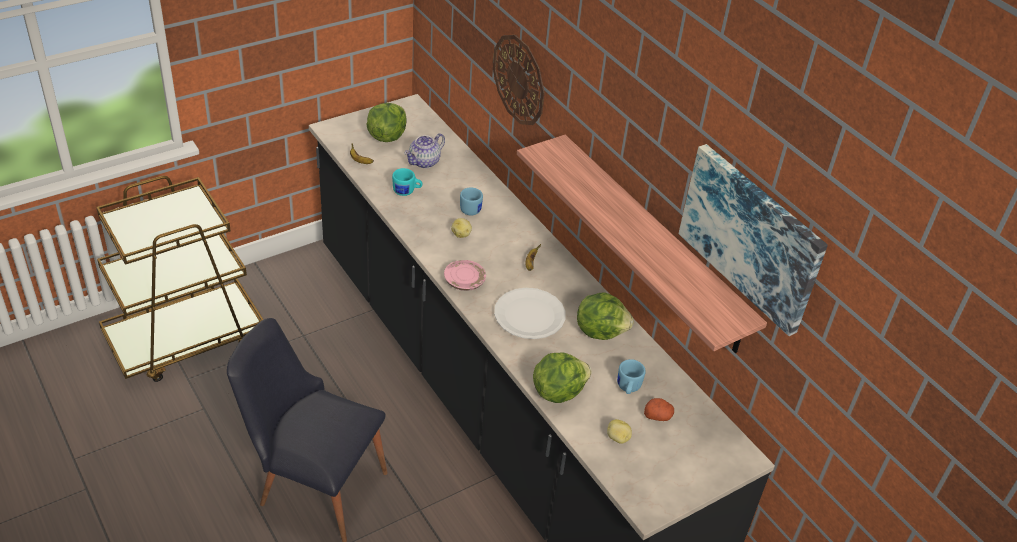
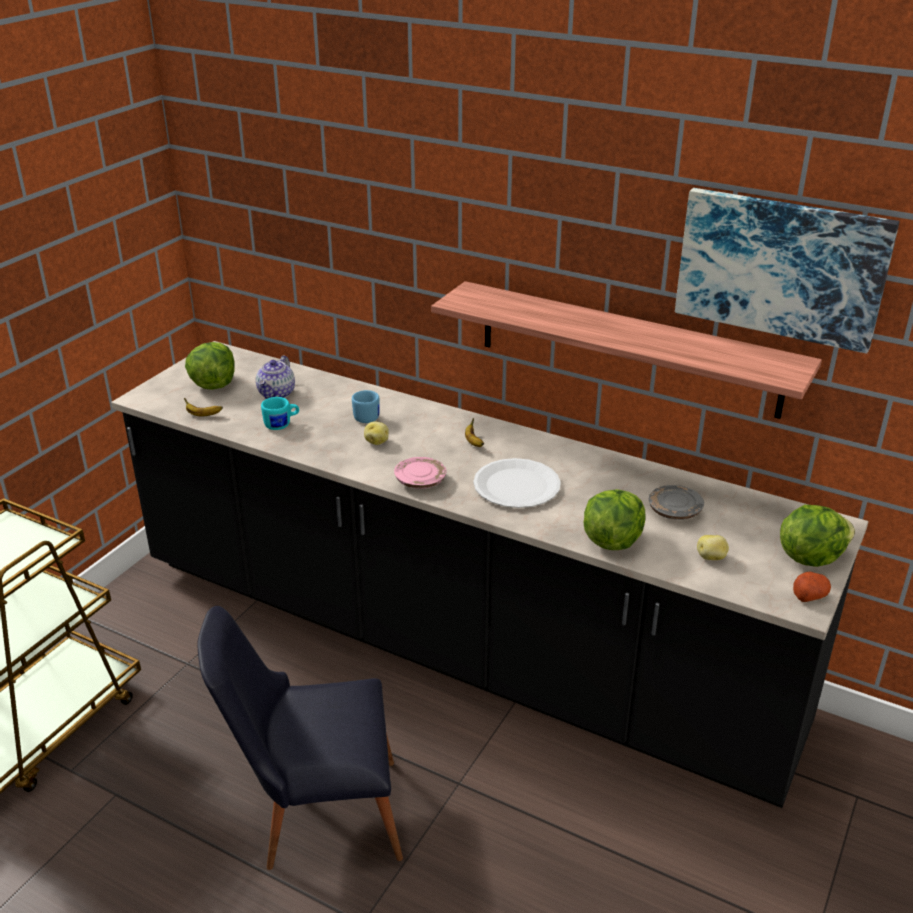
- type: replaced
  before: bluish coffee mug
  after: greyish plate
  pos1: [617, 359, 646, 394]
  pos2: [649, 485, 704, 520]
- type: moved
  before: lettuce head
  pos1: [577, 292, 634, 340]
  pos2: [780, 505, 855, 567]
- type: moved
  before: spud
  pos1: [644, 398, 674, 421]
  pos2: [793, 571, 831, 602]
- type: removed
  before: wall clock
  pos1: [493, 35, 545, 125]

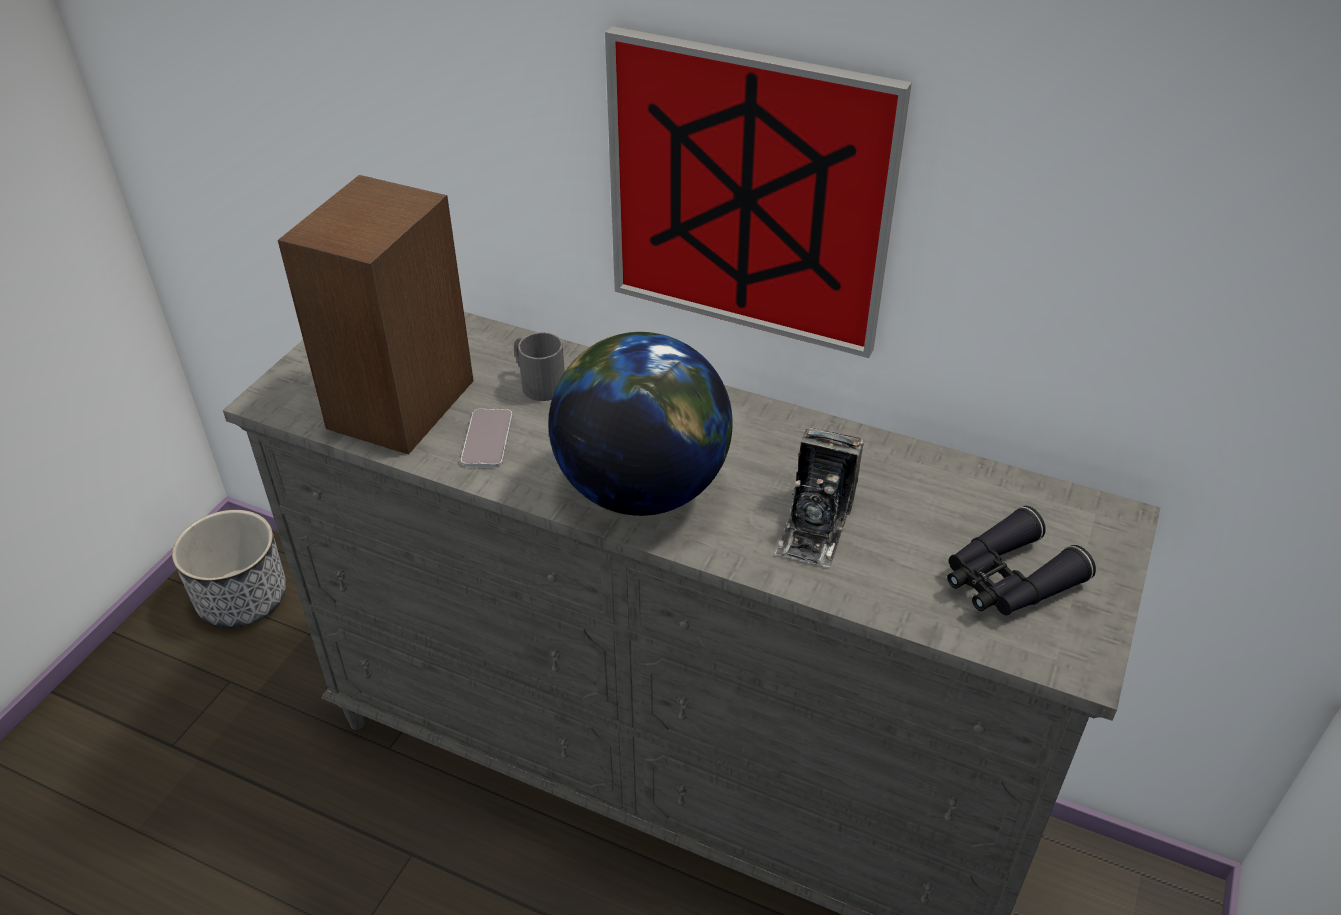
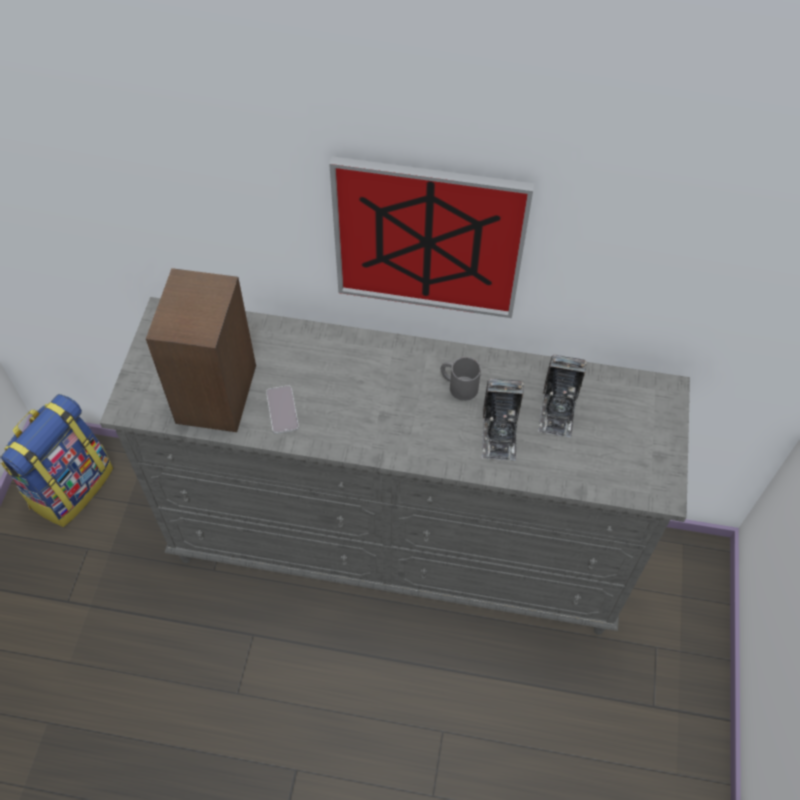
- type: replaced
  before: flower pot
  after: rucksack
  pos1: [172, 510, 286, 627]
  pos2: [1, 394, 113, 527]
- type: moved
  before: greyish coffee mug
  pos1: [514, 332, 565, 401]
  pos2: [441, 357, 481, 401]
- type: added
  after: still camera
  pos2: [538, 355, 587, 437]
- type: removed
  before: desk globe
  pos1: [548, 332, 733, 516]
- type: removed
  before: black-coloured binoculars
  pos1: [947, 506, 1096, 615]

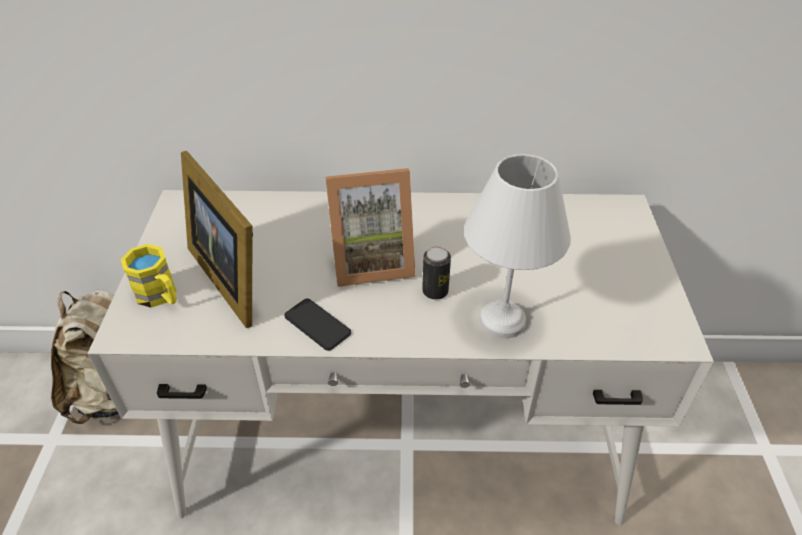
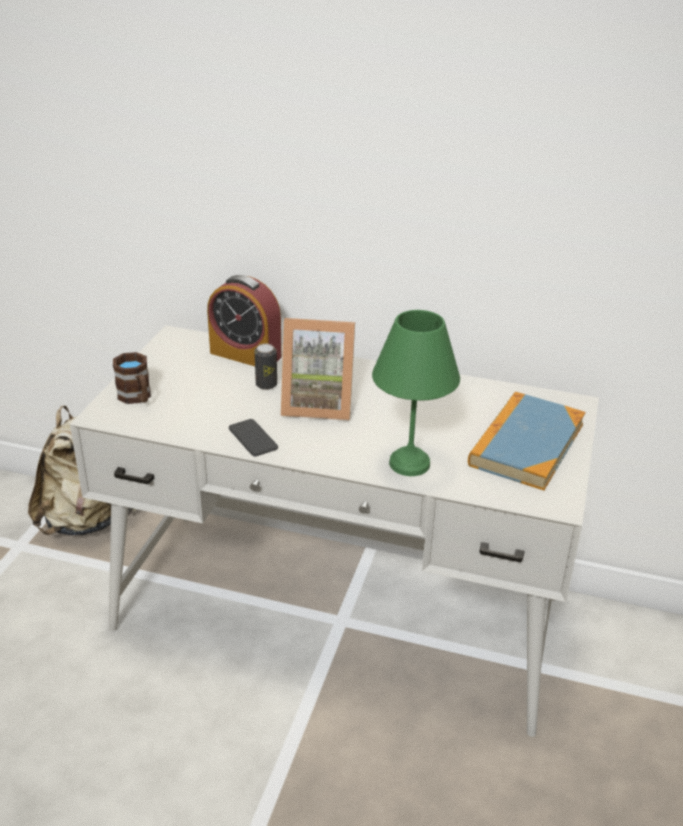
- type: recoloured
  before: yellow coffee mug
  after: brown coffee mug
  pos1: [121, 244, 177, 308]
  pos2: [113, 352, 151, 404]
- type: added
  after: bedside clock
  pos2: [207, 275, 282, 366]
- type: moved
  before: can
  pos1: [422, 246, 451, 300]
  pos2: [255, 344, 277, 390]
- type: recoloured
  before: white lamp for a table
  after: green lamp for a table
  pos1: [464, 154, 571, 338]
  pos2: [372, 310, 460, 476]
- type: added
  after: volume
  pos2: [468, 392, 585, 490]
- type: removed
  before: photo frame
  pos1: [181, 151, 253, 328]

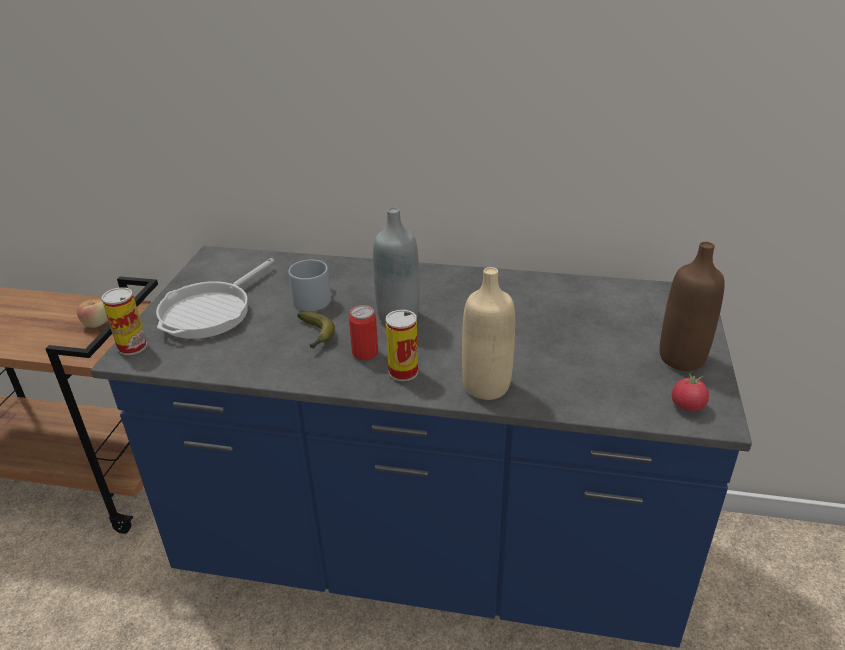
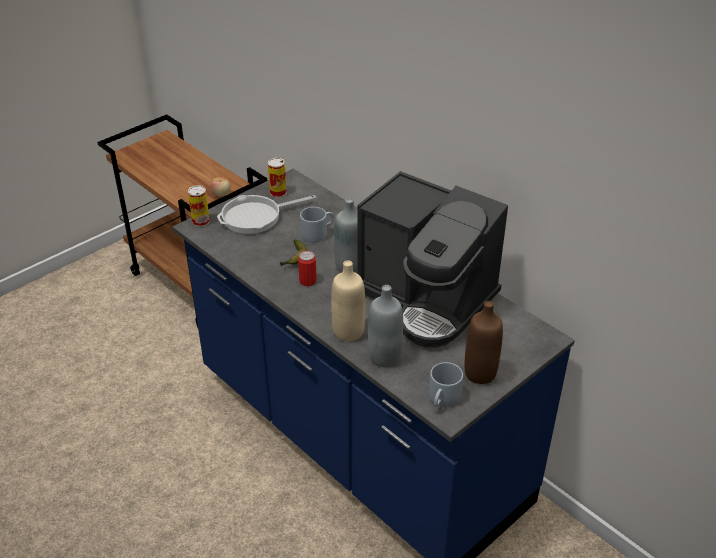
- type: moved
  before: can
  pos1: [386, 310, 418, 381]
  pos2: [268, 158, 287, 198]
- type: added
  after: coffee machine
  pos2: [358, 171, 508, 348]
- type: added
  after: greyish drink bottle
  pos2: [368, 285, 403, 367]
- type: replaced
  before: whole tomato
  after: greyish coffee mug
  pos1: [672, 372, 709, 411]
  pos2: [429, 362, 463, 407]

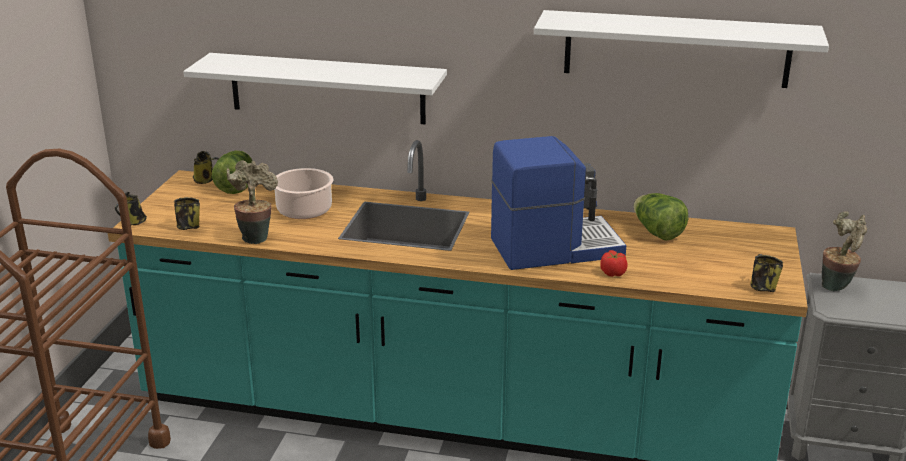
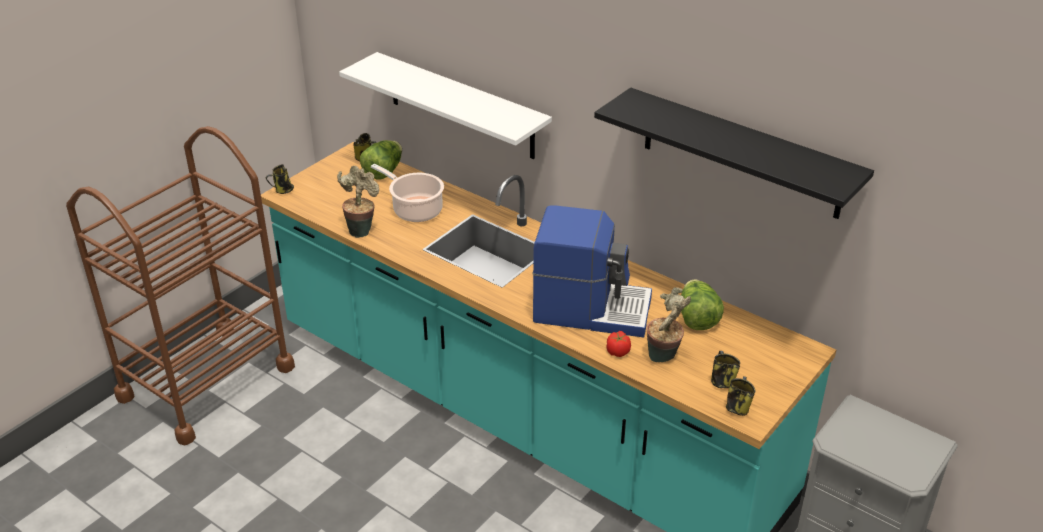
- type: recoloured
  before: white bracket shelf
  after: black-coloured bracket shelf
  pos1: [534, 10, 829, 88]
  pos2: [594, 88, 874, 219]
- type: moved
  before: potted plant
  pos1: [822, 211, 867, 291]
  pos2: [647, 287, 691, 362]
- type: moved
  before: coffee mug
  pos1: [174, 197, 200, 230]
  pos2: [711, 351, 740, 388]

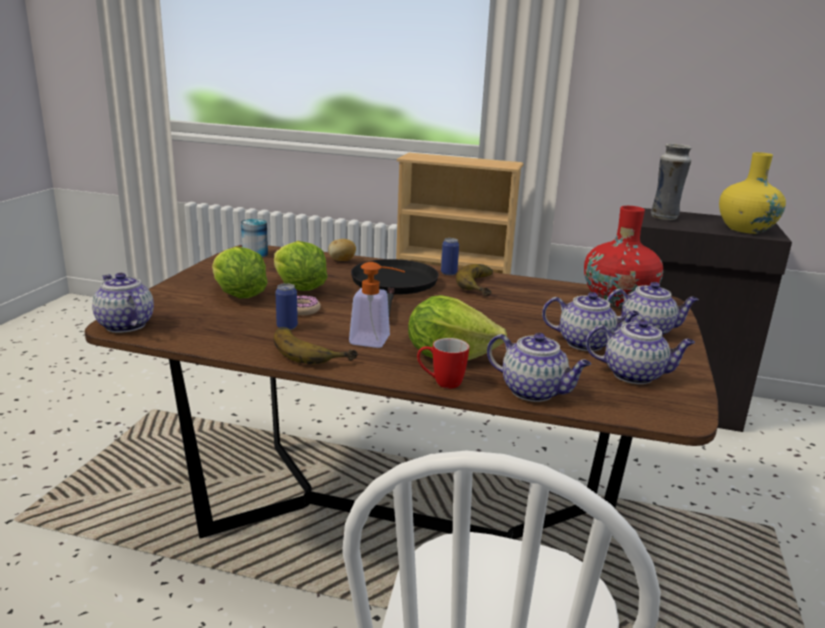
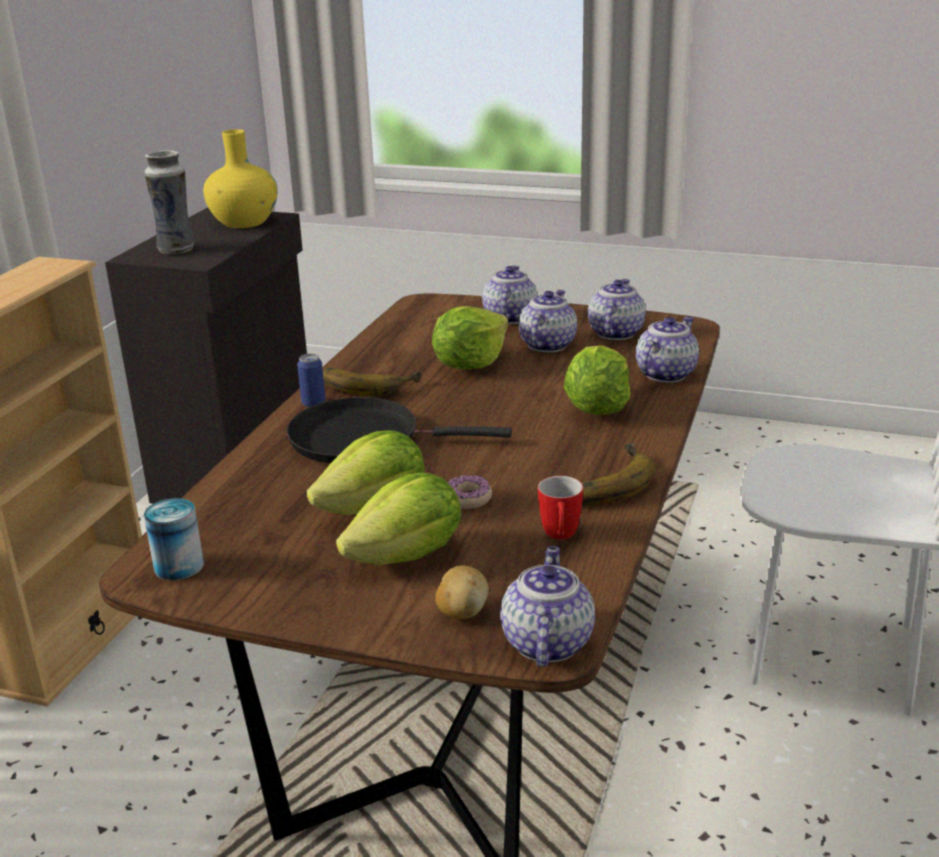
- type: added
  after: lettuce head
  pos2: [432, 306, 508, 370]
- type: moved
  before: spud
  pos1: [328, 239, 356, 261]
  pos2: [435, 566, 489, 619]
- type: turned
  before: tea pot
  pos1: [92, 273, 154, 333]
  pos2: [500, 546, 595, 667]
  turn: 135
- type: moved
  before: coffee mug
  pos1: [417, 338, 469, 389]
  pos2: [538, 476, 583, 539]
- type: removed
  before: can
  pos1: [275, 283, 298, 330]
- type: removed
  before: liquid soap bottle
  pos1: [349, 262, 405, 348]
- type: removed
  before: reddish flower vase
  pos1: [584, 206, 663, 308]

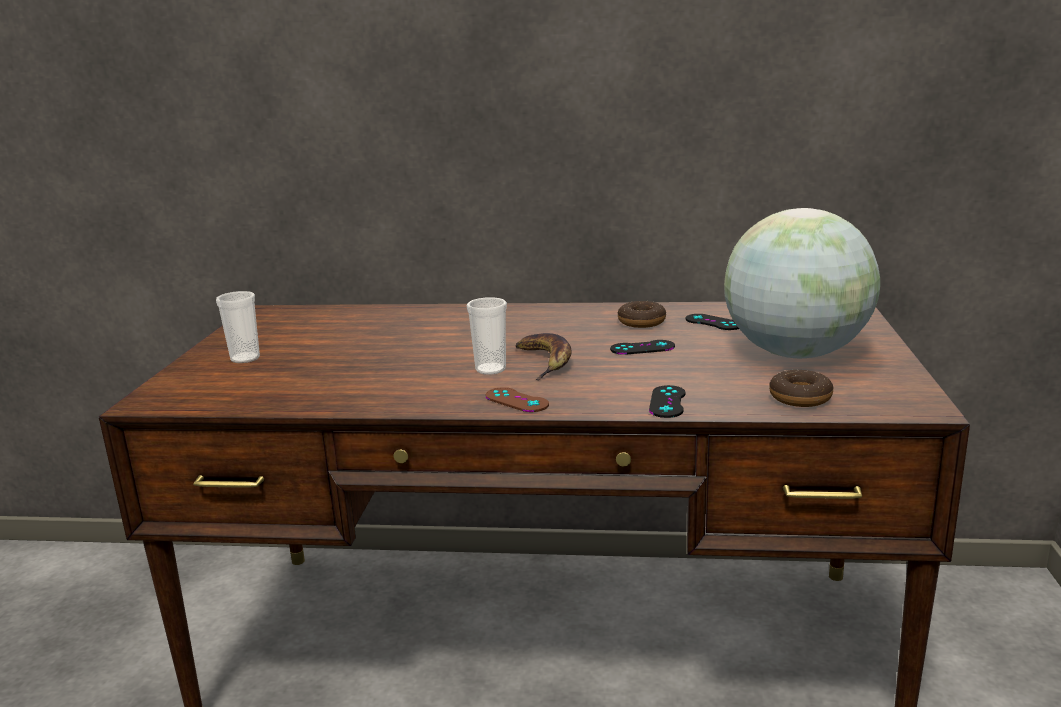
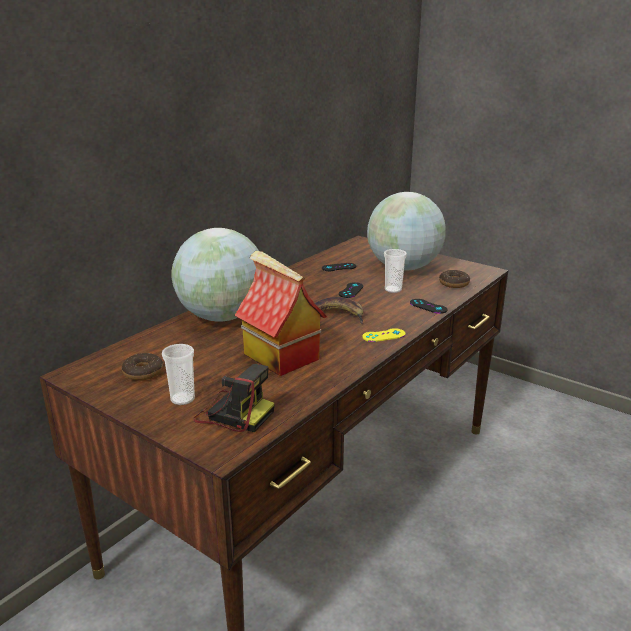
- type: moved
  before: donut
  pos1: [618, 301, 666, 328]
  pos2: [122, 353, 163, 380]
- type: added
  after: desk globe
  pos2: [172, 228, 259, 322]
- type: added
  after: still camera
  pos2: [193, 364, 275, 432]
- type: added
  after: model house
  pos2: [235, 251, 327, 376]
- type: recoloured
  before: brown gamepad
  after: yellow gamepad
  pos1: [485, 387, 549, 412]
  pos2: [362, 328, 405, 342]
- type: moved
  before: drinking cup
  pos1: [467, 297, 507, 375]
  pos2: [384, 249, 407, 293]

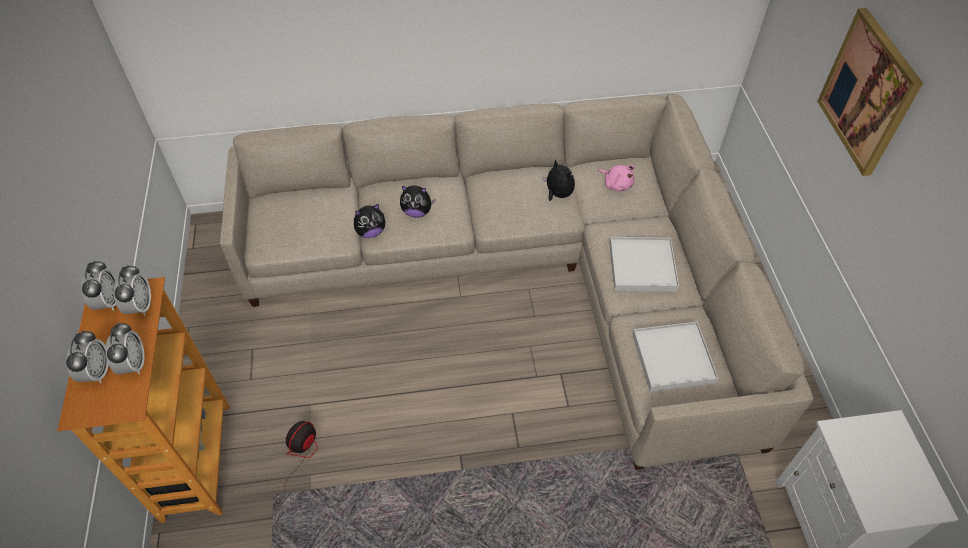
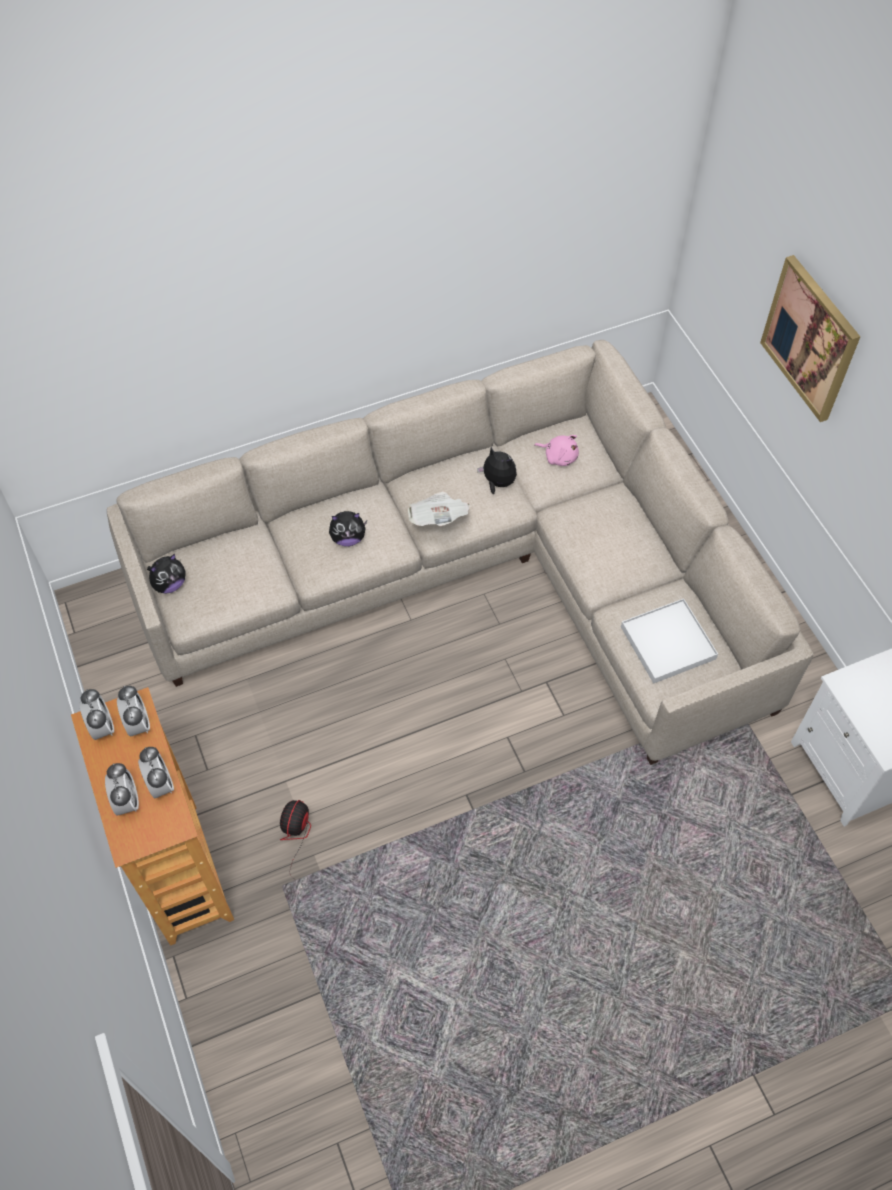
- type: moved
  before: cuddly toy
  pos1: [354, 203, 385, 238]
  pos2: [147, 554, 186, 593]
- type: added
  after: printed paper
  pos2: [408, 492, 470, 526]
- type: removed
  before: white serving tray
  pos1: [609, 237, 679, 292]

